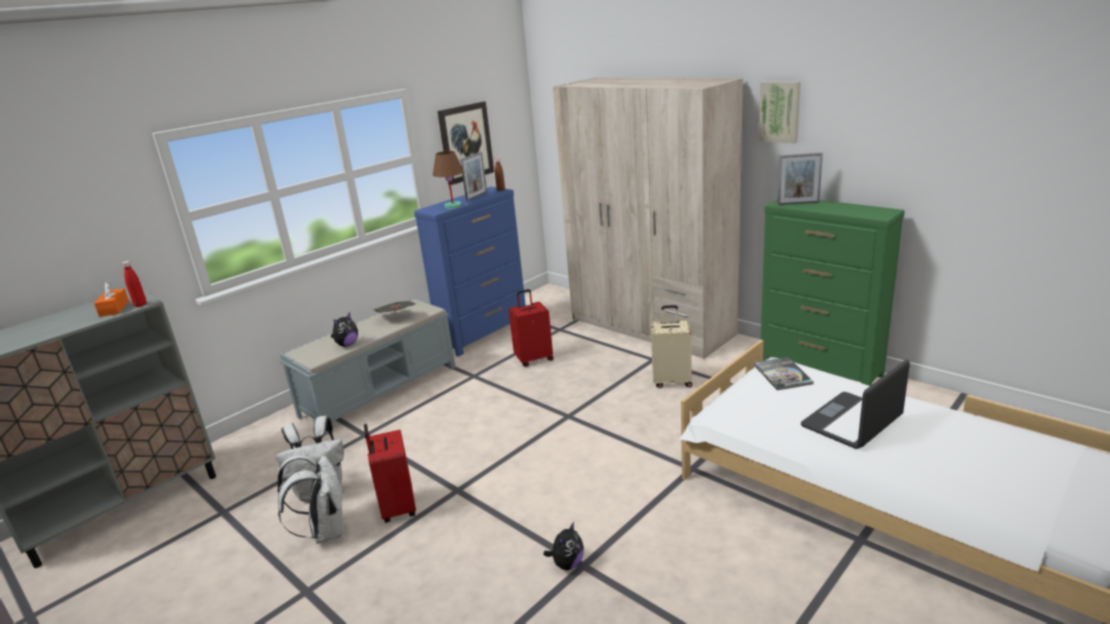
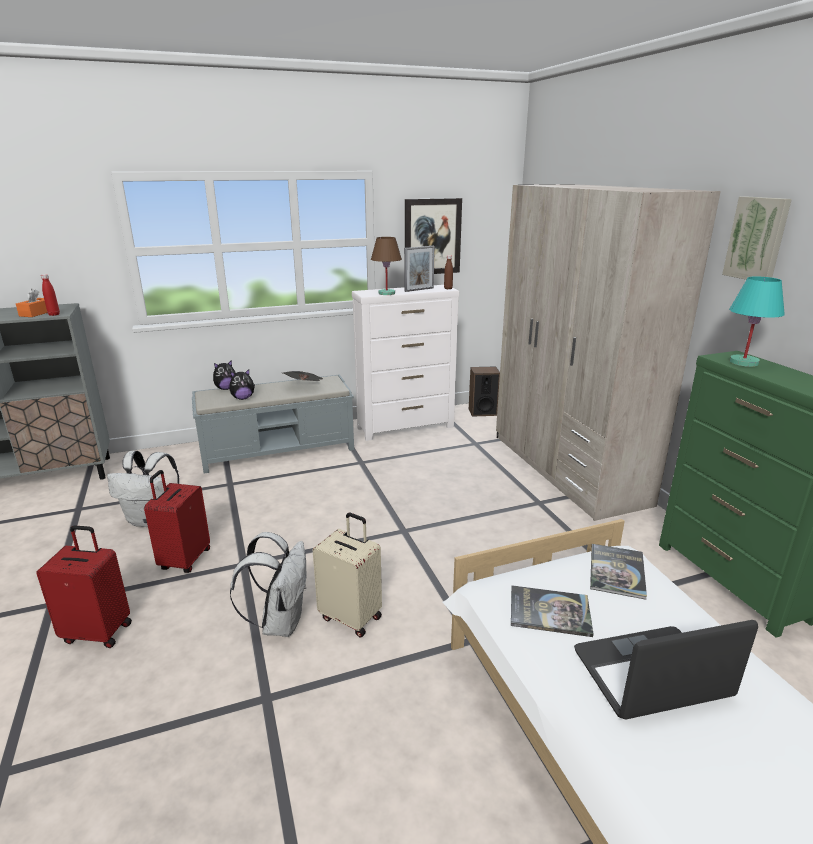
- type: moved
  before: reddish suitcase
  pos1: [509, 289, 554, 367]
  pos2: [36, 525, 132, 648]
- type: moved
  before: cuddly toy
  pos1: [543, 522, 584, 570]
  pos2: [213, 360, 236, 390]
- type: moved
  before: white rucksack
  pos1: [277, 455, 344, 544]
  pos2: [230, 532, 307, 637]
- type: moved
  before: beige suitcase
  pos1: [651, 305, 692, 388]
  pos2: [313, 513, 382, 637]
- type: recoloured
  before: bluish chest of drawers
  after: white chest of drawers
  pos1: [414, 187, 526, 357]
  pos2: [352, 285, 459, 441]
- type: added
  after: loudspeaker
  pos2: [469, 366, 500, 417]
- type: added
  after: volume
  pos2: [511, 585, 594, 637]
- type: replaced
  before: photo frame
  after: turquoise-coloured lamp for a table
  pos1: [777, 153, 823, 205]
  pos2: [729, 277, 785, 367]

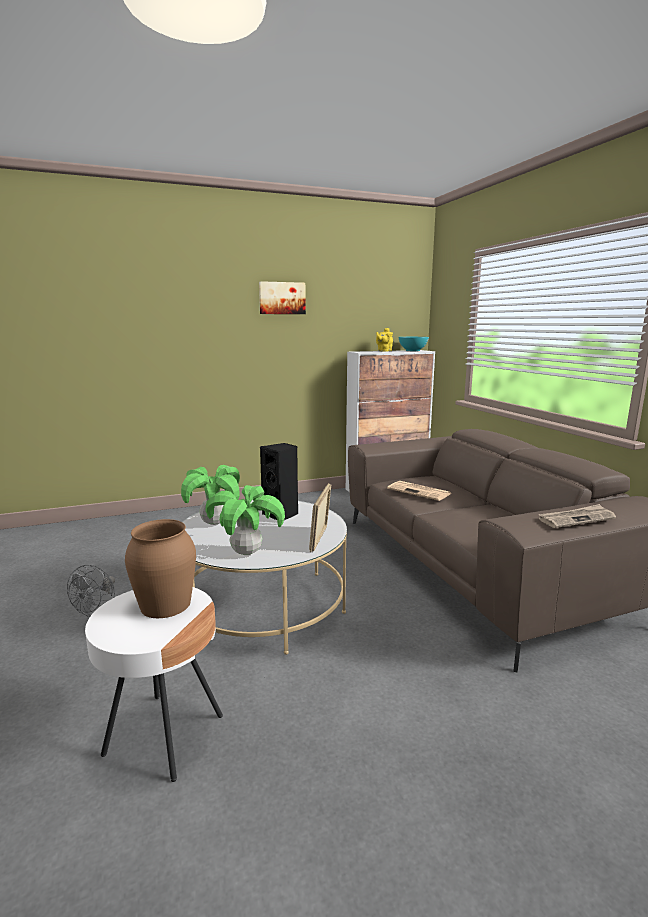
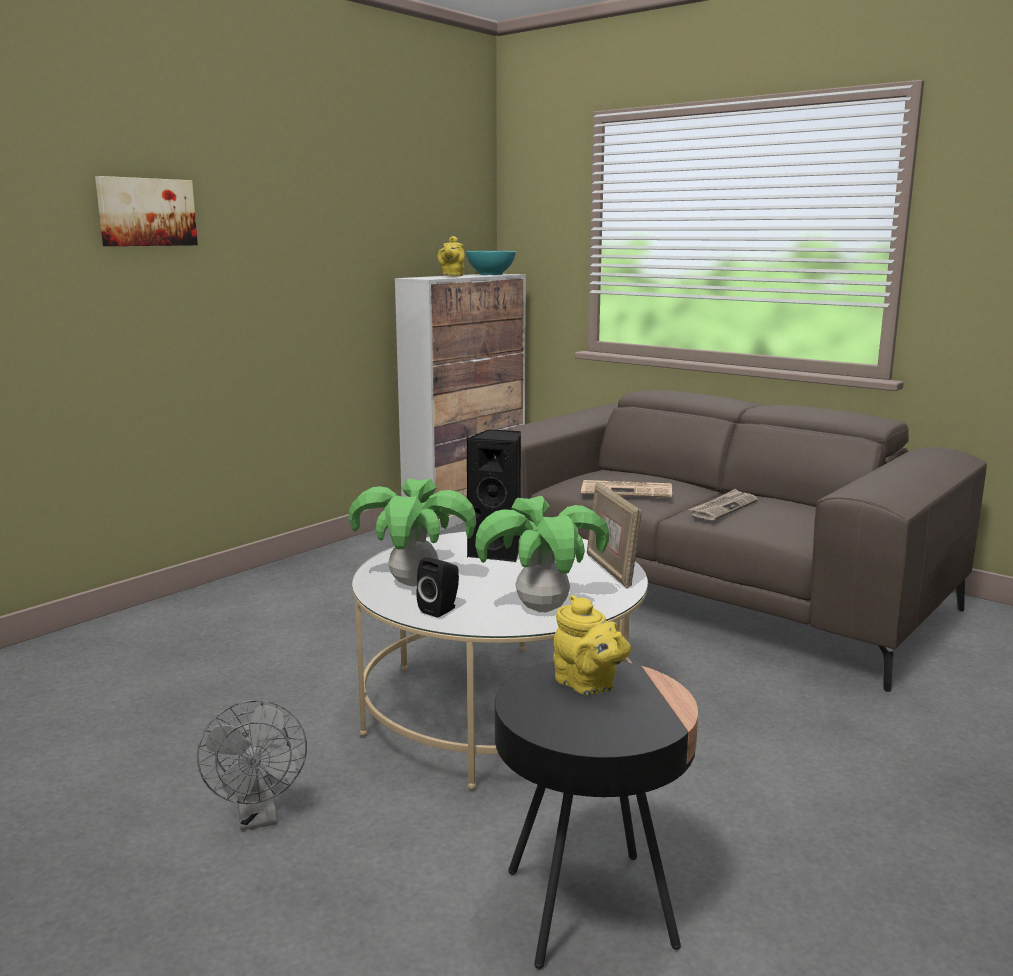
- type: moved
  before: wall art
  pos1: [259, 281, 306, 314]
  pos2: [95, 176, 198, 246]
- type: added
  after: black-coloured loudspeaker
  pos2: [416, 557, 459, 617]
- type: recoloured
  before: white side table
  after: black-coloured side table
  pos1: [85, 587, 223, 782]
  pos2: [495, 661, 698, 969]
- type: replaced
  before: brown flower vase
  after: yellow tea pot
  pos1: [125, 519, 196, 618]
  pos2: [553, 595, 631, 695]
- type: moved
  before: printed paper
  pos1: [538, 504, 616, 528]
  pos2: [688, 488, 758, 520]

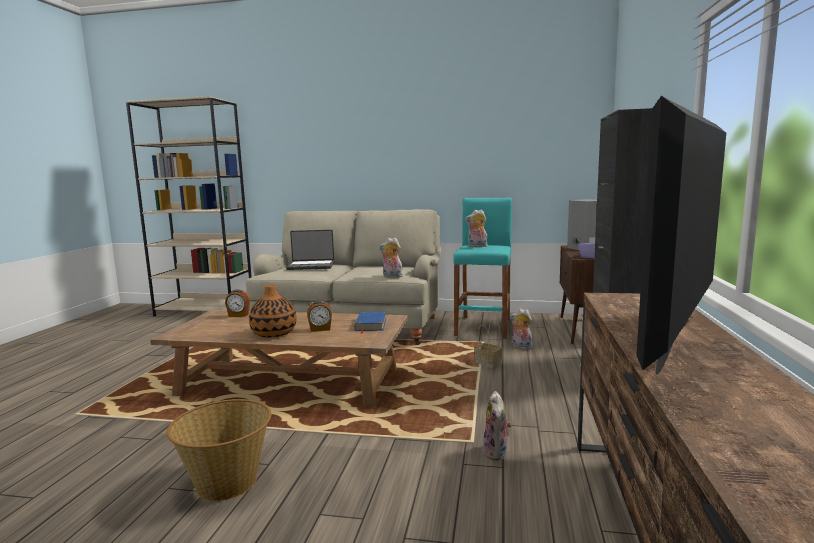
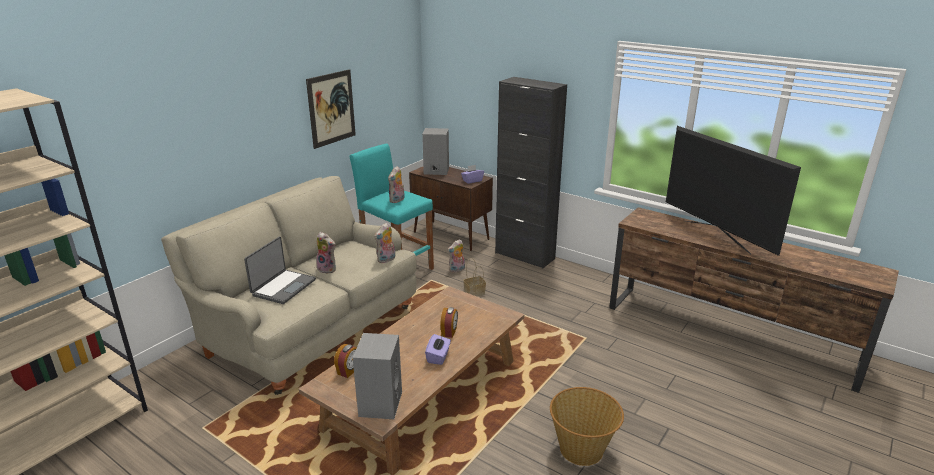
- type: added
  after: wall art
  pos2: [306, 69, 356, 149]
- type: moved
  before: cuddly toy
  pos1: [483, 391, 512, 460]
  pos2: [316, 232, 336, 274]
- type: added
  after: greyish loudspeaker
  pos2: [353, 333, 402, 419]
- type: replaced
  before: flower vase
  after: purple-coloured box of tissues
  pos1: [249, 285, 296, 338]
  pos2: [425, 334, 451, 365]
- type: removed
  before: bluish volume
  pos1: [354, 312, 386, 333]

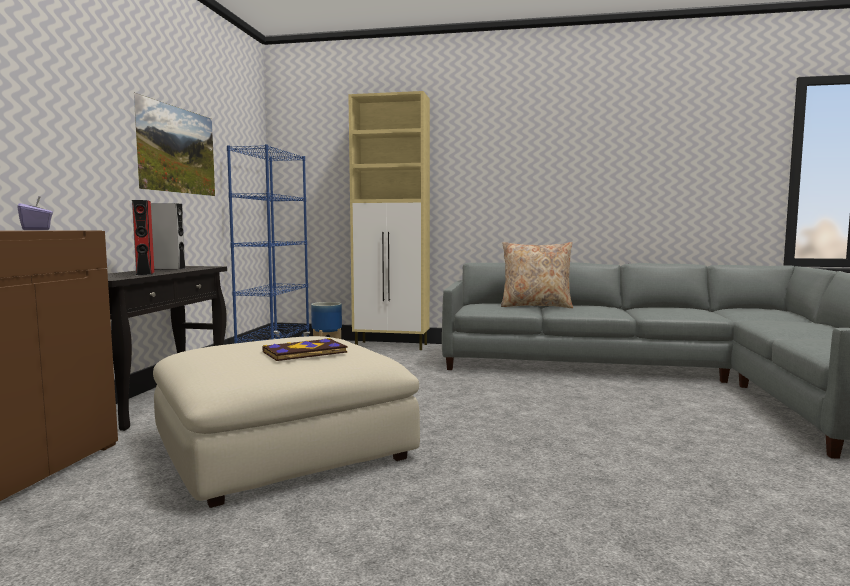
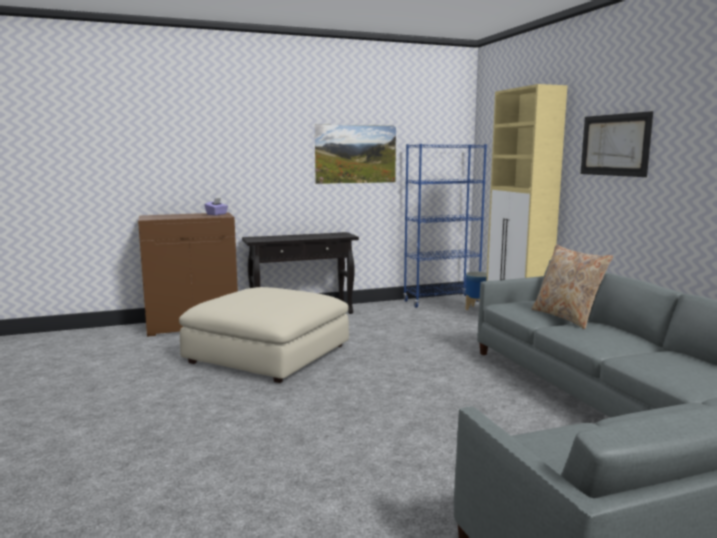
- type: added
  after: wall art
  pos2: [581, 111, 653, 177]
- type: removed
  before: reddish loudspeaker
  pos1: [132, 200, 155, 275]
- type: removed
  before: greyish loudspeaker
  pos1: [151, 203, 185, 270]
- type: removed
  before: volume
  pos1: [263, 338, 348, 361]

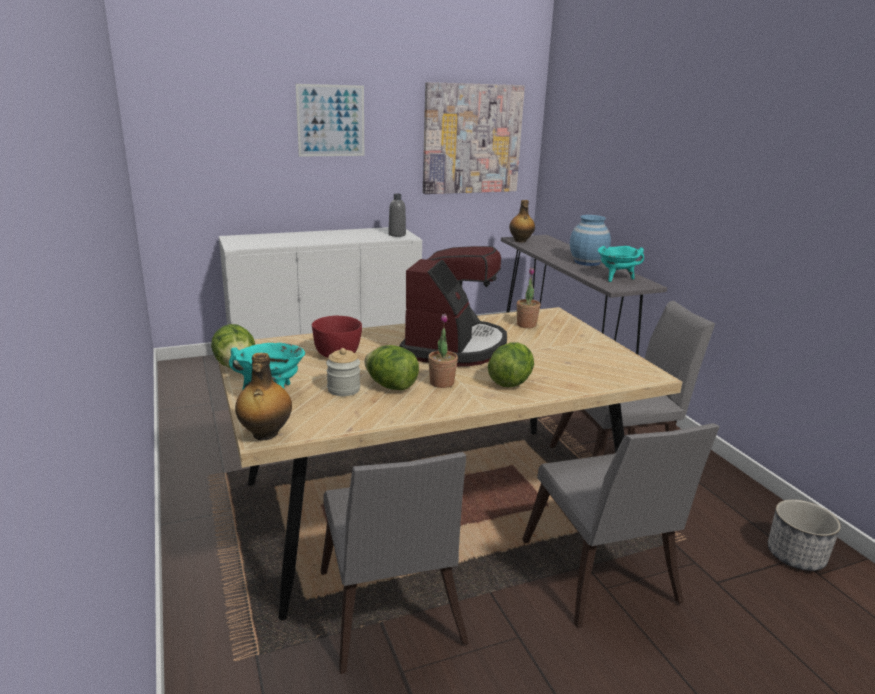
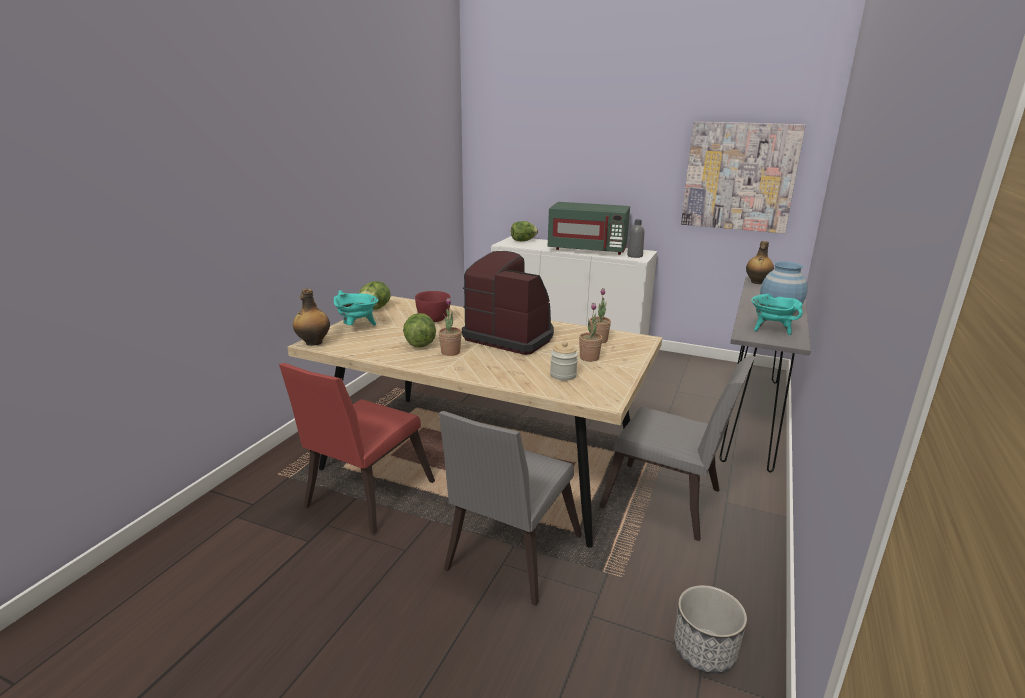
- type: recoloured
  before: greyish plain chair
  after: reddish plain chair
  pos1: [321, 452, 469, 674]
  pos2: [279, 363, 435, 534]
- type: turned
  before: coffee machine
  pos1: [400, 246, 507, 366]
  pos2: [462, 251, 554, 355]
  turn: -120
- type: moved
  before: lettuce head
  pos1: [488, 342, 534, 387]
  pos2: [511, 221, 538, 241]
- type: added
  after: green microwave oven
  pos2: [548, 202, 630, 255]
- type: moved
  before: jar
  pos1: [326, 348, 360, 396]
  pos2: [550, 341, 578, 381]
- type: added
  after: potted plant
  pos2: [579, 303, 603, 362]
- type: removed
  before: wall art
  pos1: [296, 84, 364, 157]

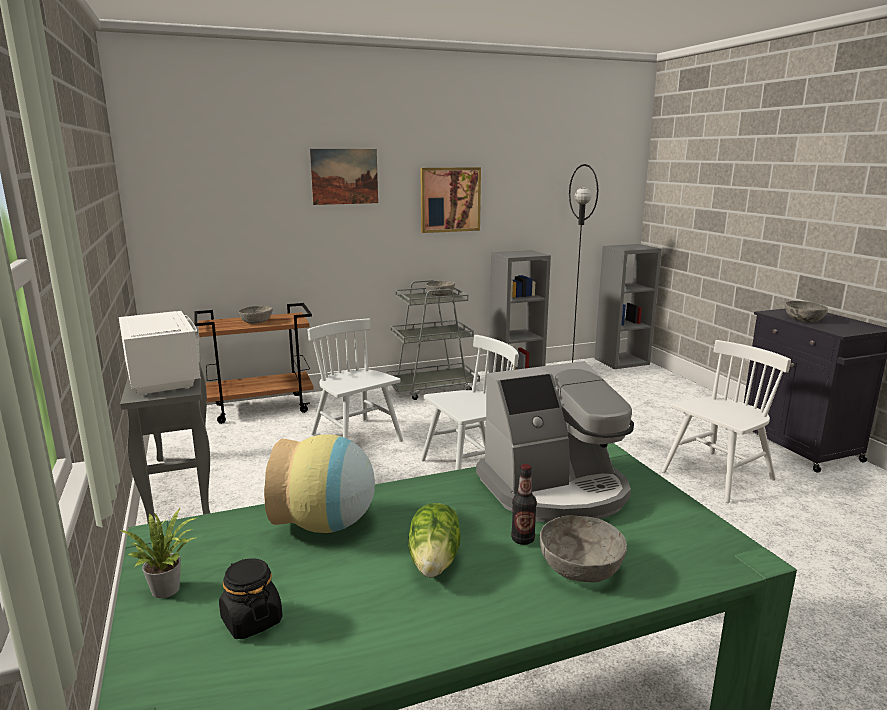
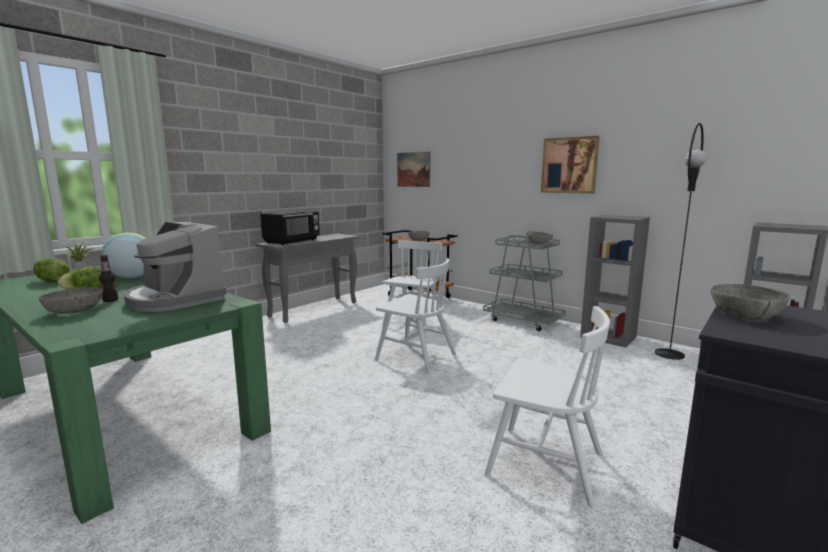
- type: replaced
  before: black-coloured jar
  after: lettuce head
  pos1: [219, 558, 283, 639]
  pos2: [33, 258, 70, 282]
- type: recoloured
  before: white microwave oven
  after: black-coloured microwave oven
  pos1: [119, 311, 201, 395]
  pos2: [260, 211, 320, 245]
- type: moved
  before: wall art
  pos1: [310, 149, 378, 205]
  pos2: [397, 152, 430, 187]

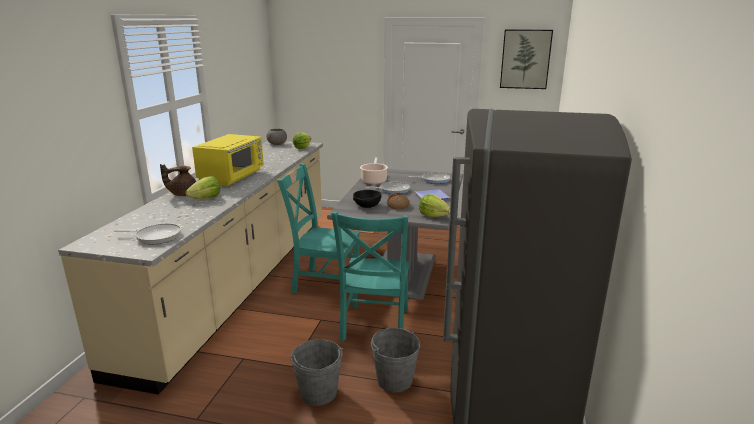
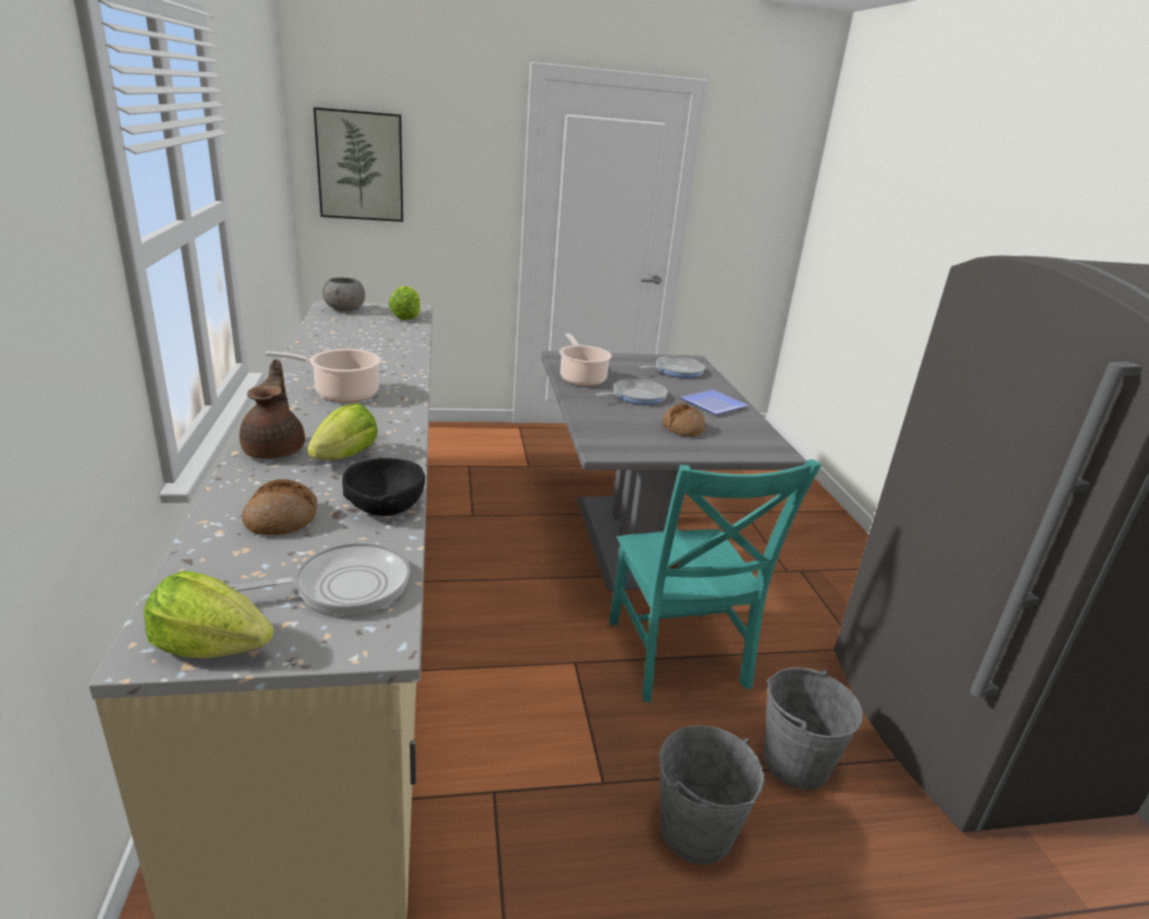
- type: moved
  before: lettuce head
  pos1: [419, 194, 450, 217]
  pos2: [144, 571, 274, 658]
- type: turned
  before: brown tea pot
  pos1: [160, 164, 196, 196]
  pos2: [239, 359, 305, 459]
  turn: 135
- type: added
  after: bakery bread
  pos2: [242, 479, 317, 535]
- type: replaced
  before: yellow microwave oven
  after: cooking pot
  pos1: [192, 134, 264, 186]
  pos2: [265, 349, 381, 402]
- type: moved
  before: wall art
  pos1: [500, 29, 553, 89]
  pos2: [313, 107, 403, 222]
- type: moved
  before: black-coloured serving bowl
  pos1: [353, 190, 382, 208]
  pos2: [342, 458, 425, 516]
- type: removed
  before: turquoise-coloured plain chair
  pos1: [277, 163, 360, 293]

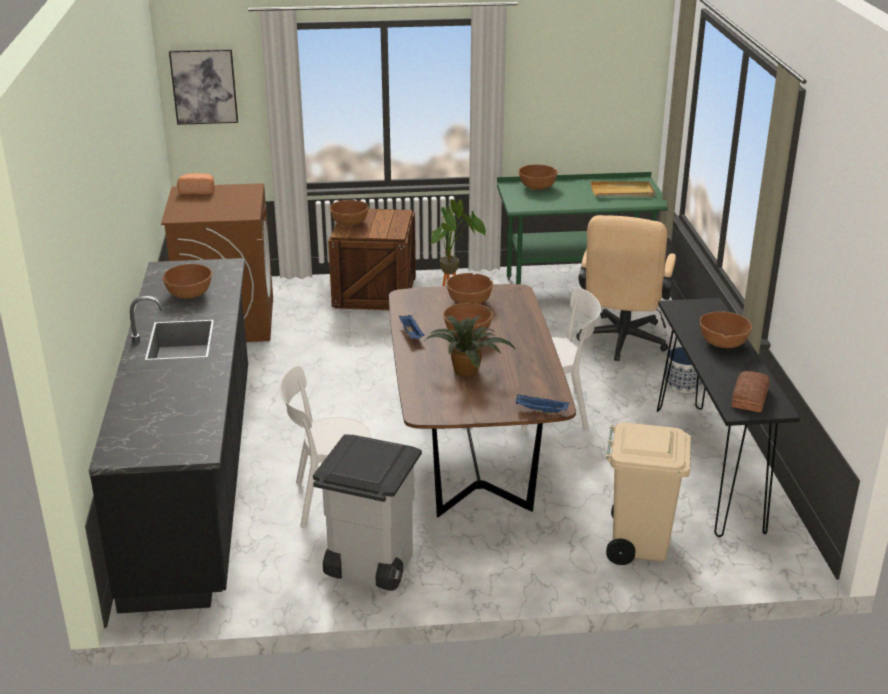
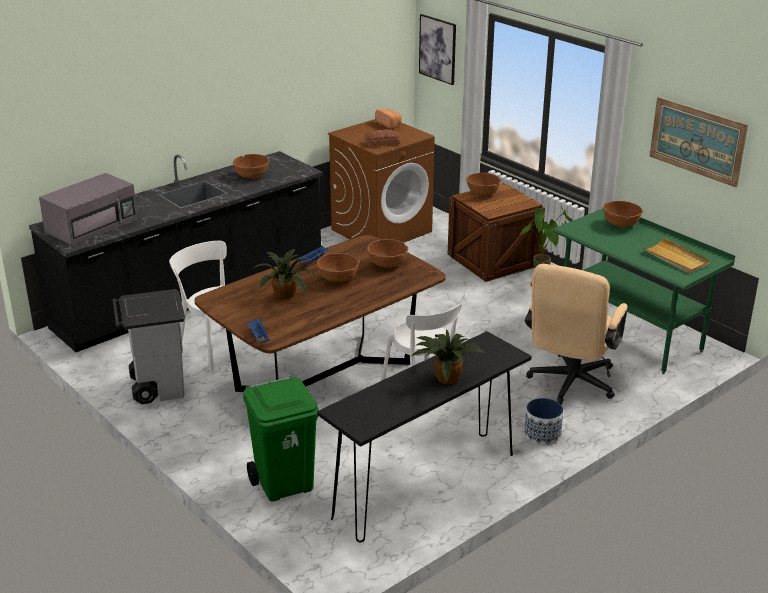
- type: added
  after: greyish microwave oven
  pos2: [39, 173, 138, 246]
- type: recoloured
  before: beige trash can
  after: green trash can
  pos1: [606, 422, 691, 565]
  pos2: [243, 376, 319, 502]
- type: moved
  before: bakery bread
  pos1: [732, 371, 770, 412]
  pos2: [365, 129, 400, 147]
- type: replaced
  before: brown serving bowl
  after: potted plant
  pos1: [700, 311, 752, 348]
  pos2: [412, 329, 486, 385]
- type: turned
  before: beige desk chair
  pos1: [576, 215, 676, 361]
  pos2: [525, 264, 627, 405]
  turn: -45
- type: added
  after: wall art
  pos2: [650, 97, 748, 187]

